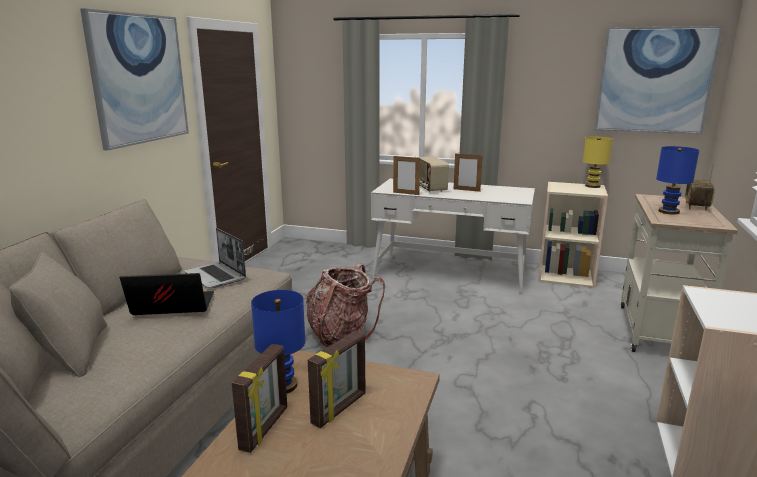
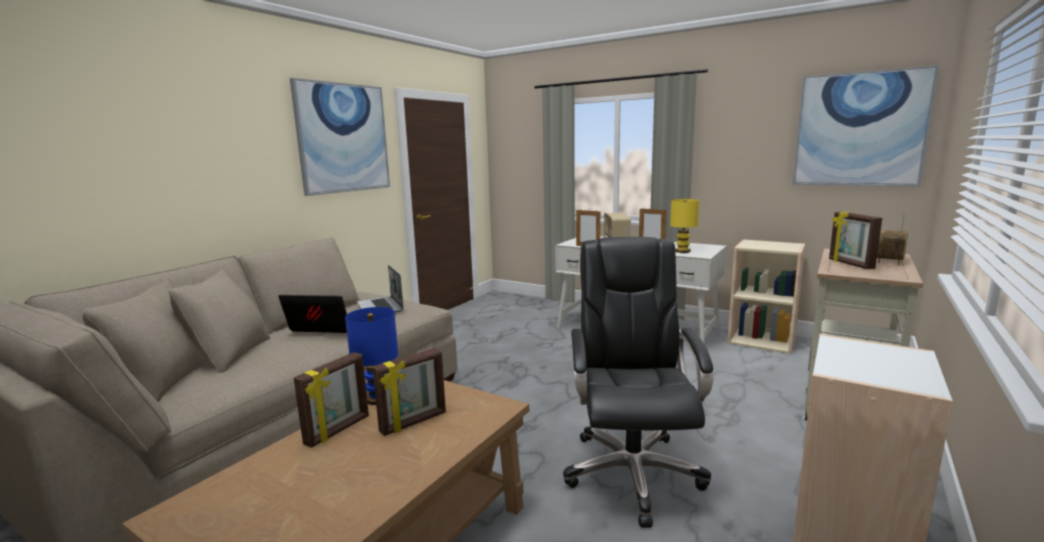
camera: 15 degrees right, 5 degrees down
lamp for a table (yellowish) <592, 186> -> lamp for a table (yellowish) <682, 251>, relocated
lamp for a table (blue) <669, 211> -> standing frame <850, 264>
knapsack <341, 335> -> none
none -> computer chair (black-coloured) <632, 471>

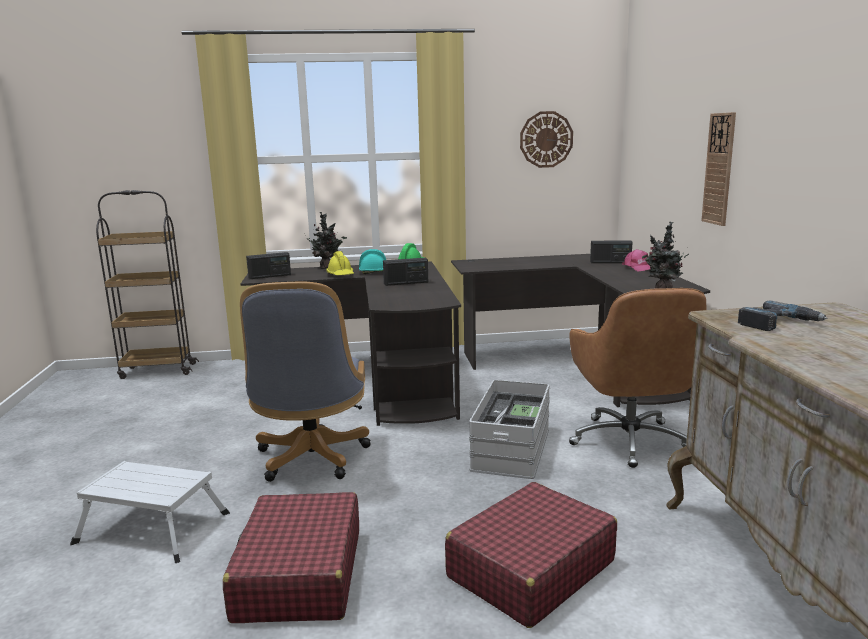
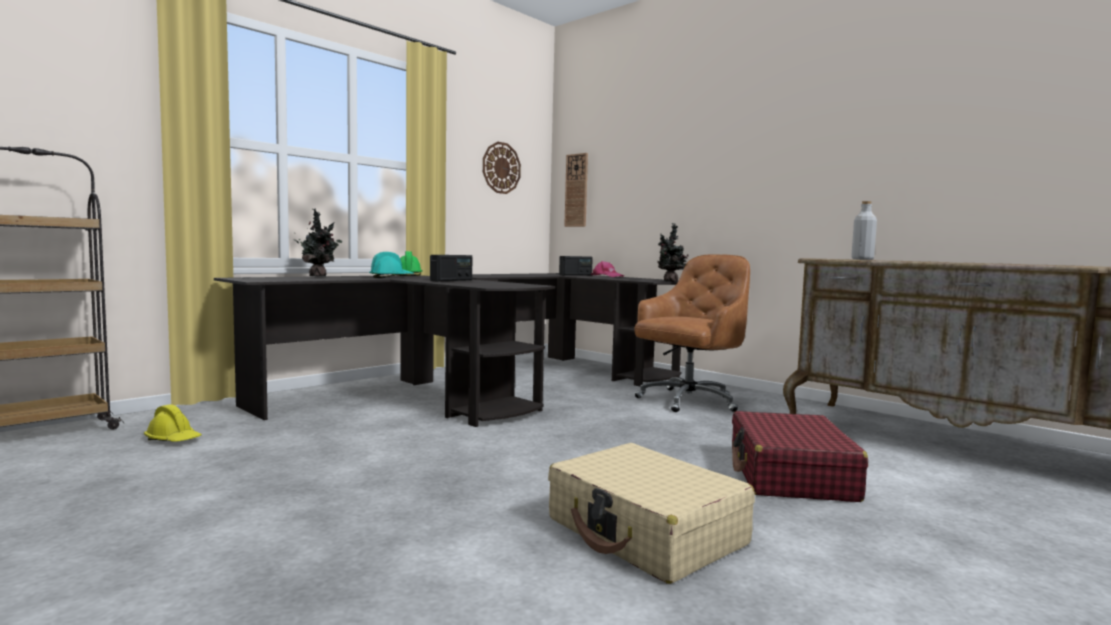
camera: 40 degrees left, 10 degrees down
hanging clock <719, 169> -> hanging clock <576, 190>, relocated
safety helmet (yellowish) <341, 275> -> safety helmet (yellowish) <173, 440>, relocated
radio set <269, 276> -> none
computer chair (blue) <311, 462> -> none
computer chair (brown) <628, 441> -> computer chair (brown) <689, 401>, 90 degrees counterclockwise
power drill <778, 323> -> beverage bottle (gray) <862, 259>
storage container (gray) <512, 448> -> none
step ladder (white-coloured) <152, 527> -> none
suitcase (red-coloured) <299, 575> -> suitcase (sand-coloured) <646, 532>

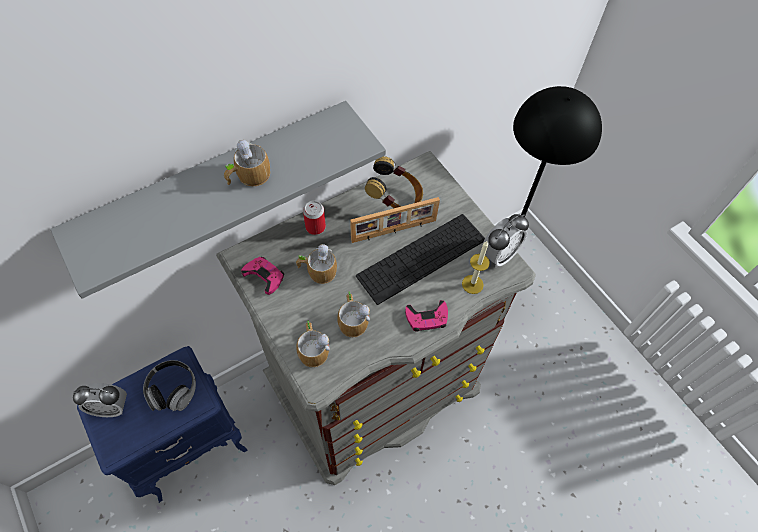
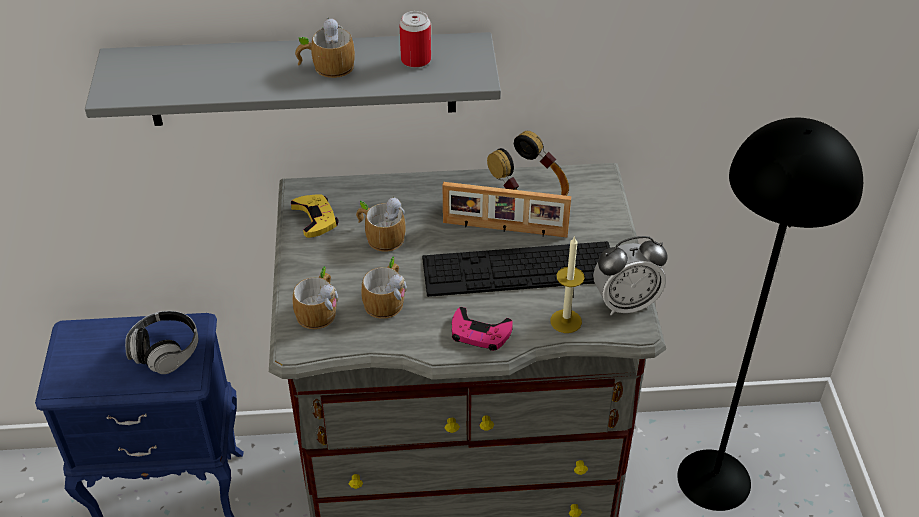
camera: 30 degrees right, 15 degrees down
metal can <315, 227> -> metal can <416, 60>, relocated
game controller (pink-coloured) <264, 276> -> game controller (yellowish) <315, 218>
bedside clock <111, 407> -> none

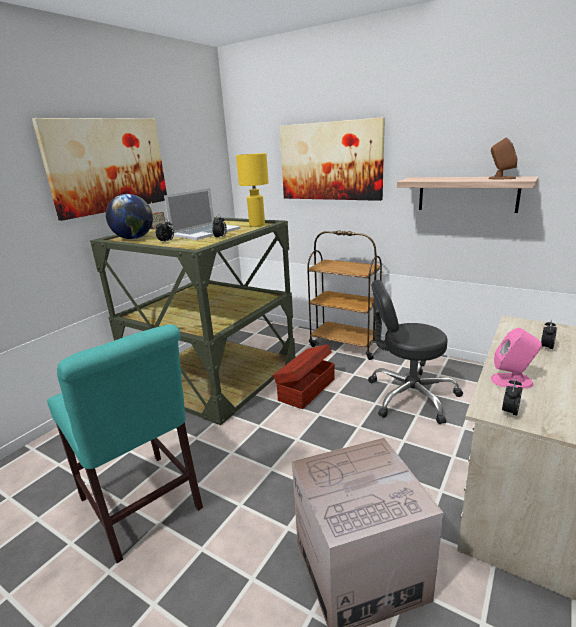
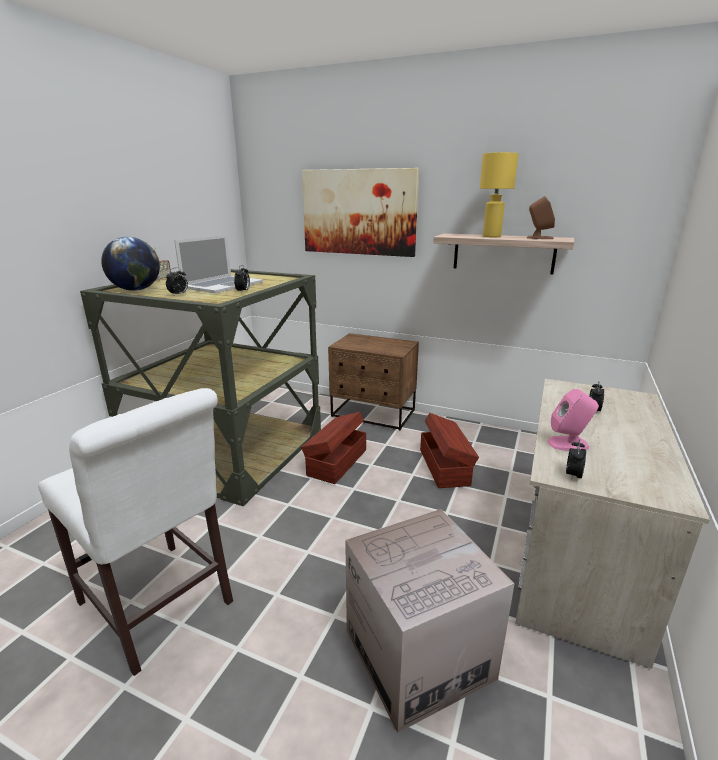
camera: 10 degrees left, 0 degrees up
wall picture <108, 165> -> none
lamp for a table (yellowish) <257, 225> -> lamp for a table (yellowish) <492, 236>, relocated
wheeled cart (brown) <345, 346> -> night table (brown) <373, 414>
computer chair (black-coloured) <407, 397> -> storage container (brown) <445, 466>
upright chair (turquoise) <143, 508> -> upright chair (white-coloured) <159, 607>

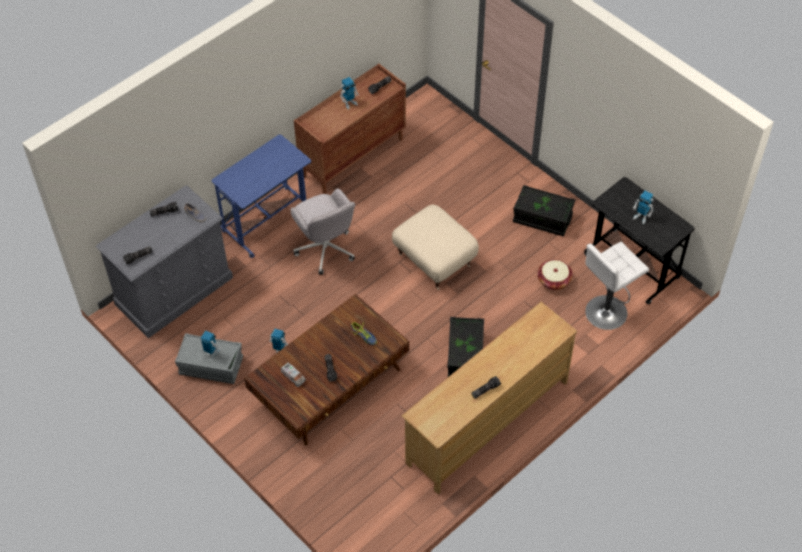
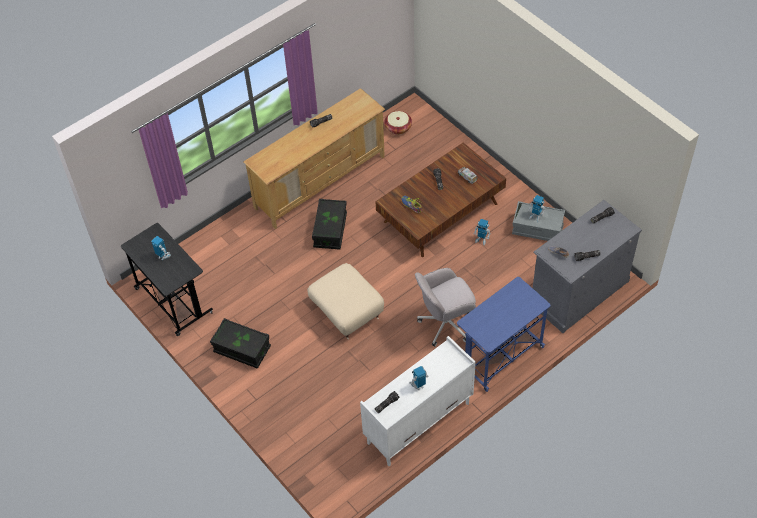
camera: 175 degrees left, 0 degrees up
cupboard (brown) <353, 157> -> cupboard (white-coloured) <418, 423>
computer chair (gray) <325, 250> -> computer chair (gray) <445, 324>, 90 degrees counterclockwise
stool seat (white-coloured) <605, 312> -> none
storage basket <554, 280> -> storage basket <398, 127>, relocated

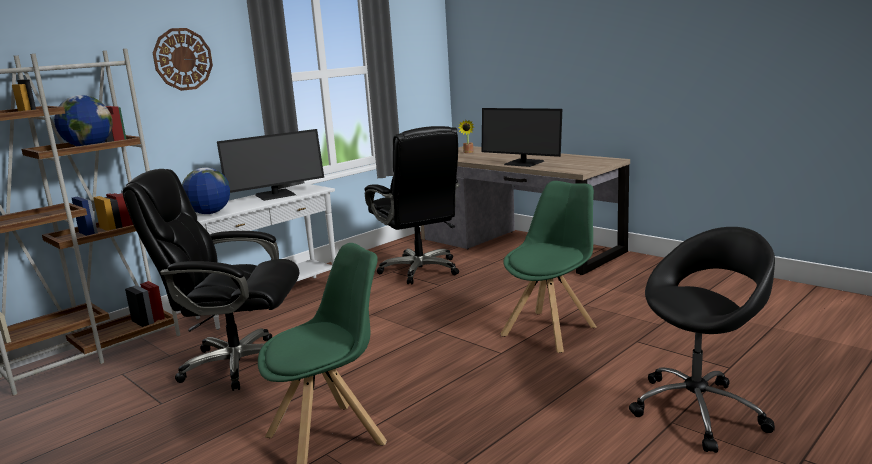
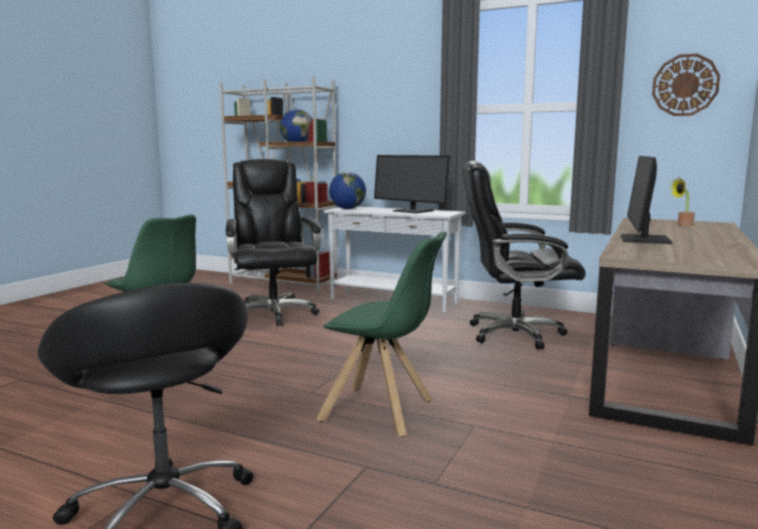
camera: 70 degrees right, 5 degrees down
hanging clock <183, 59> -> hanging clock <685, 85>, relocated
computer chair (black-coloured) <419, 269> -> computer chair (black-coloured) <517, 334>, 45 degrees clockwise

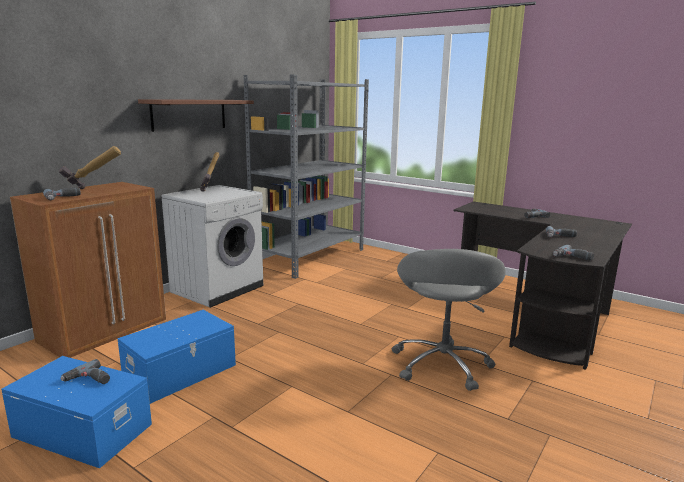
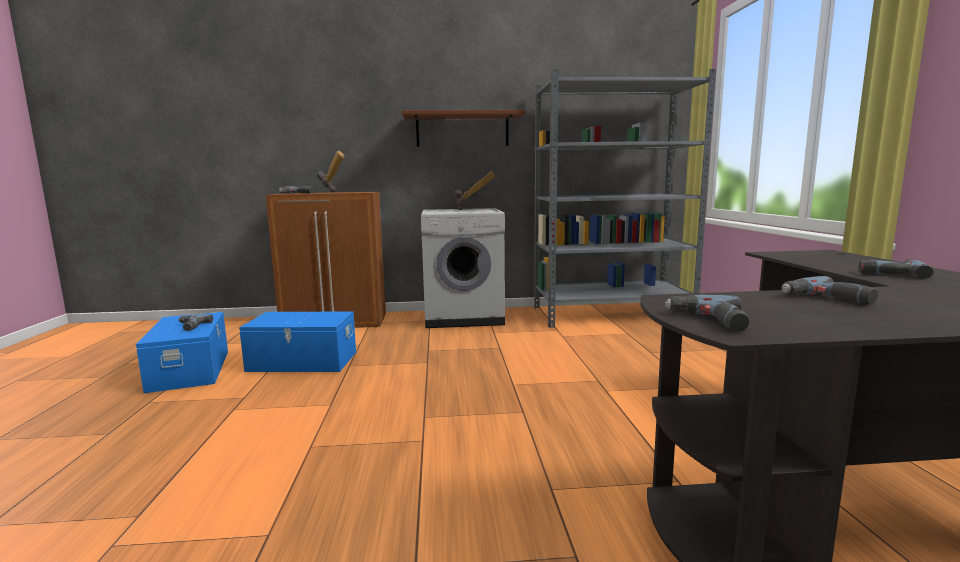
camera: 50 degrees right, 5 degrees down
computer chair (gray) <441, 366> -> none

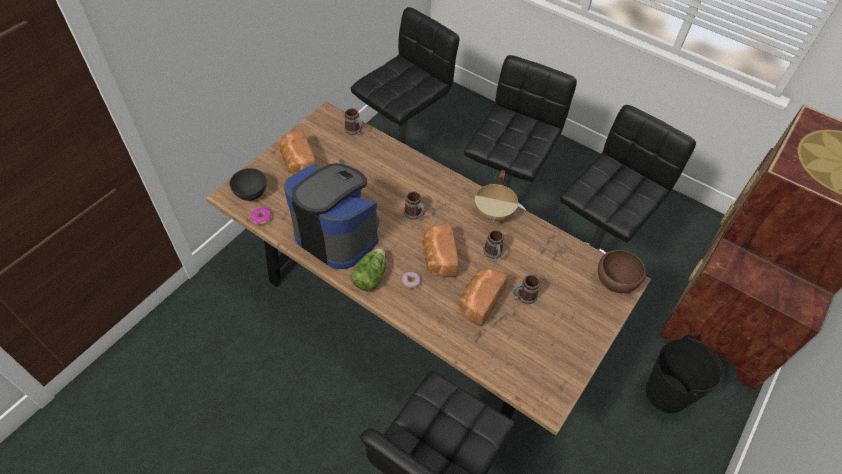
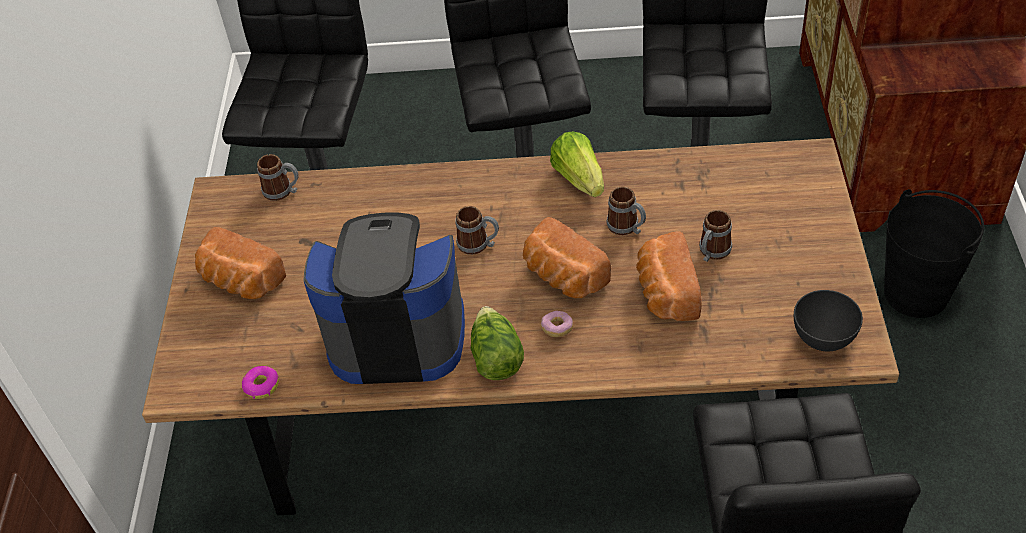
camera: 30 degrees left, 5 degrees down
deep dish (gray) <251, 193> -> deep dish (gray) <823, 337>, relocated
saucepot (sand-coloured) <494, 213> -> lettuce <579, 179>
deep dish (brown) <614, 284> -> none

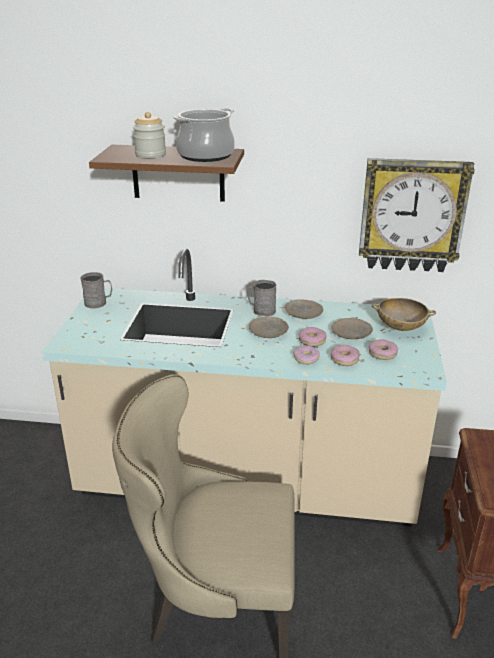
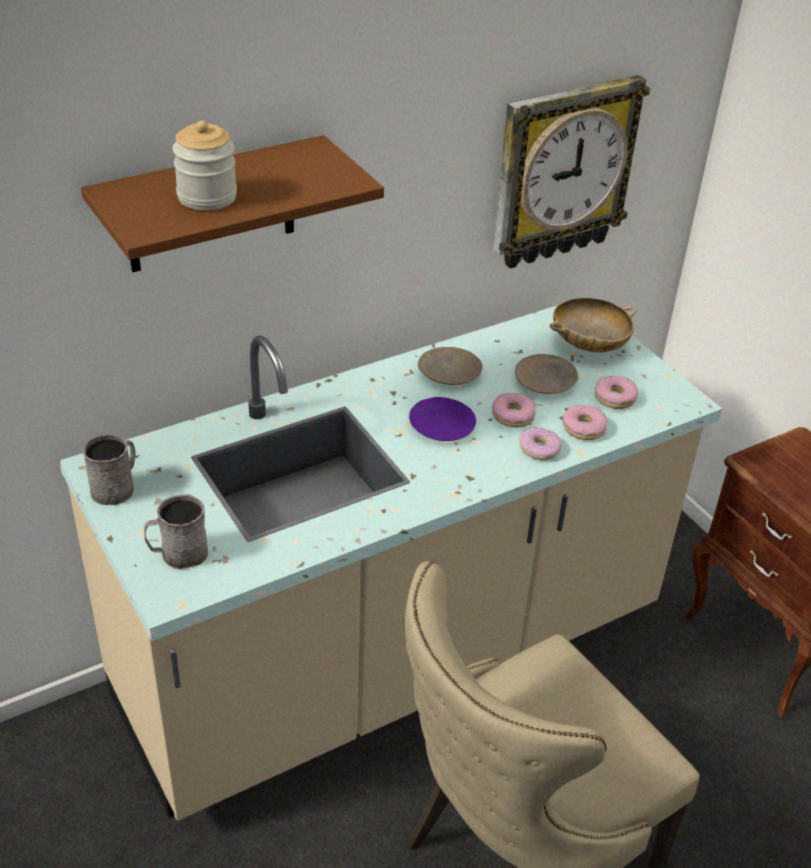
camera: 40 degrees left, 10 degrees up
saucepot <205, 155> -> none
coffee mug (gray) <261, 310> -> coffee mug (gray) <178, 554>, relocated
plate (sand-coloured) <268, 331> -> plate (purple) <441, 426>

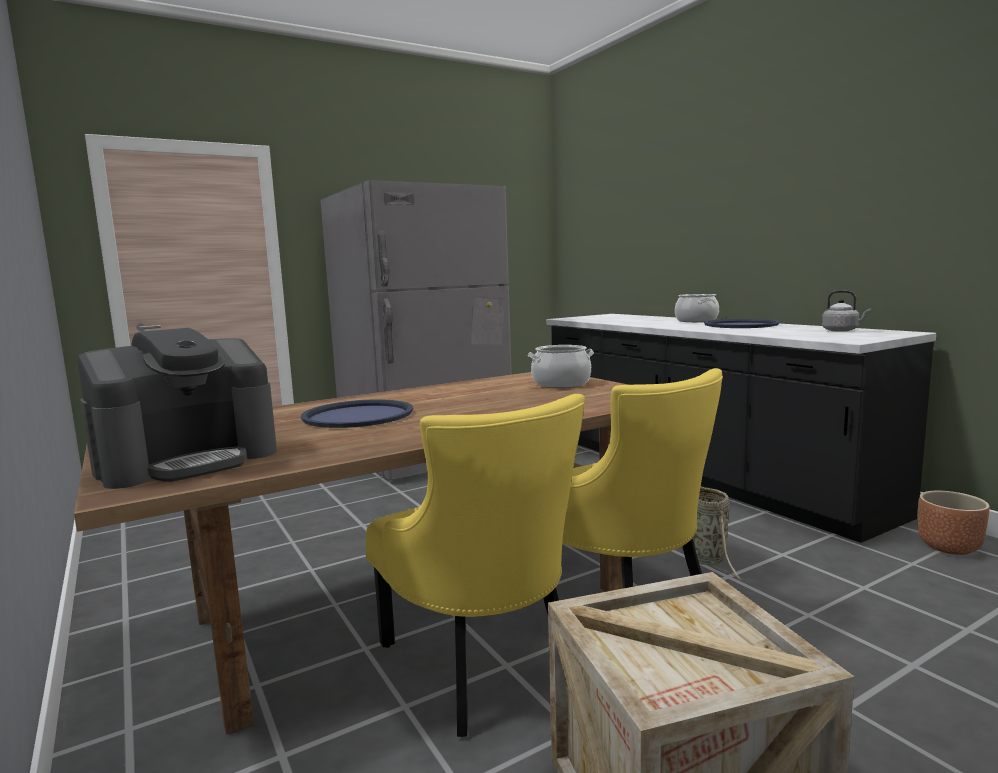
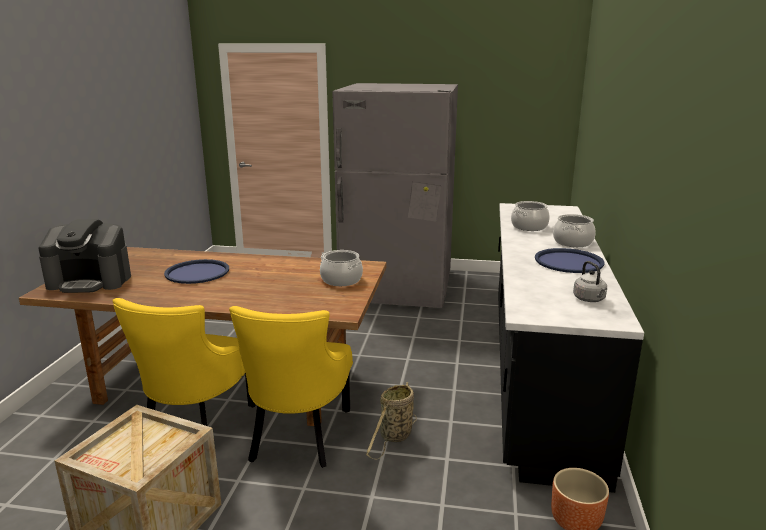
camera: 40 degrees right, 10 degrees up
none -> saucepot <529, 227>

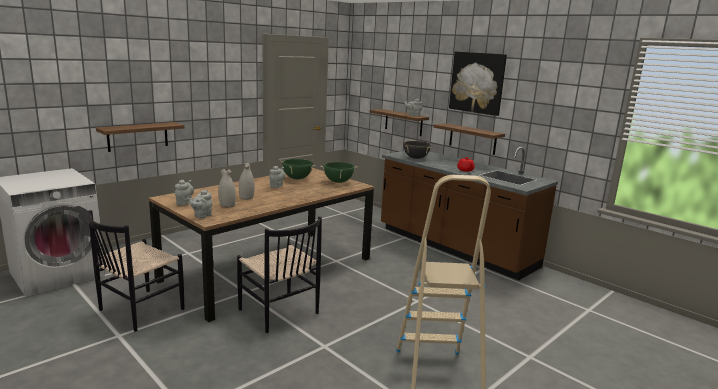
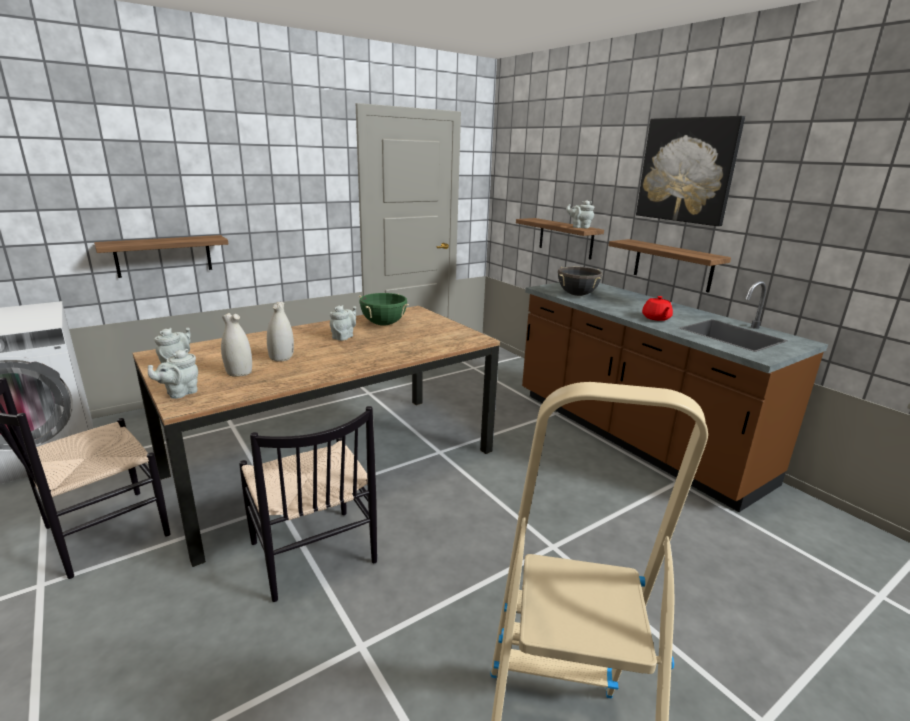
camera: 10 degrees right, 5 degrees up
saucepot (green) <338, 182> -> none

